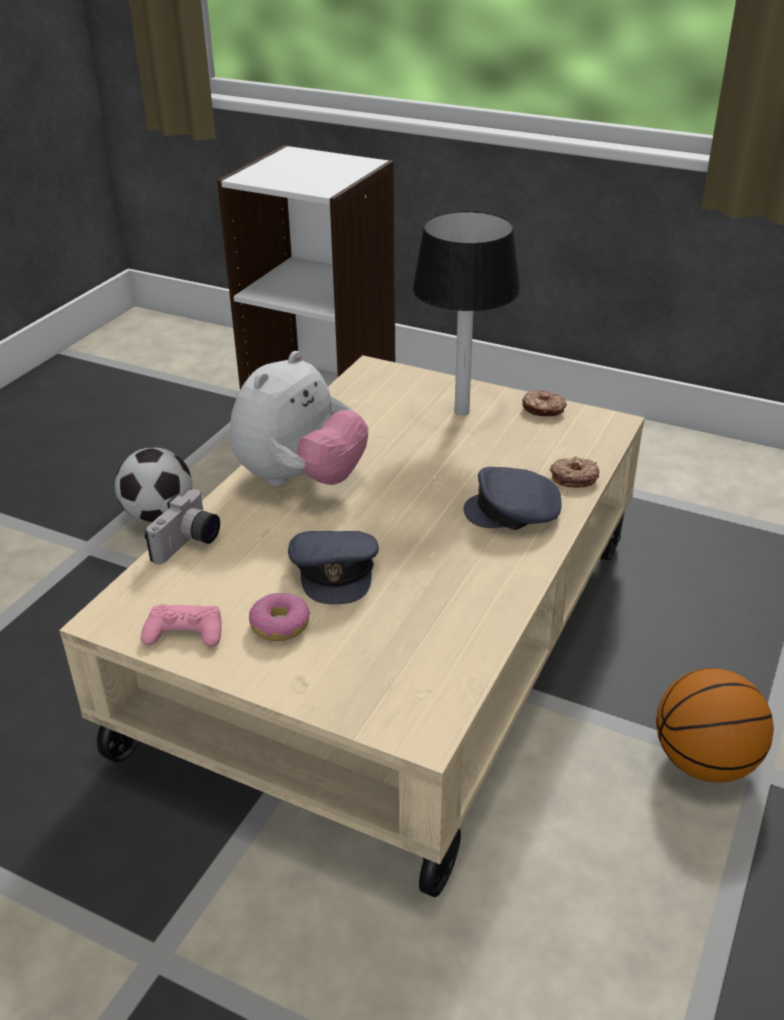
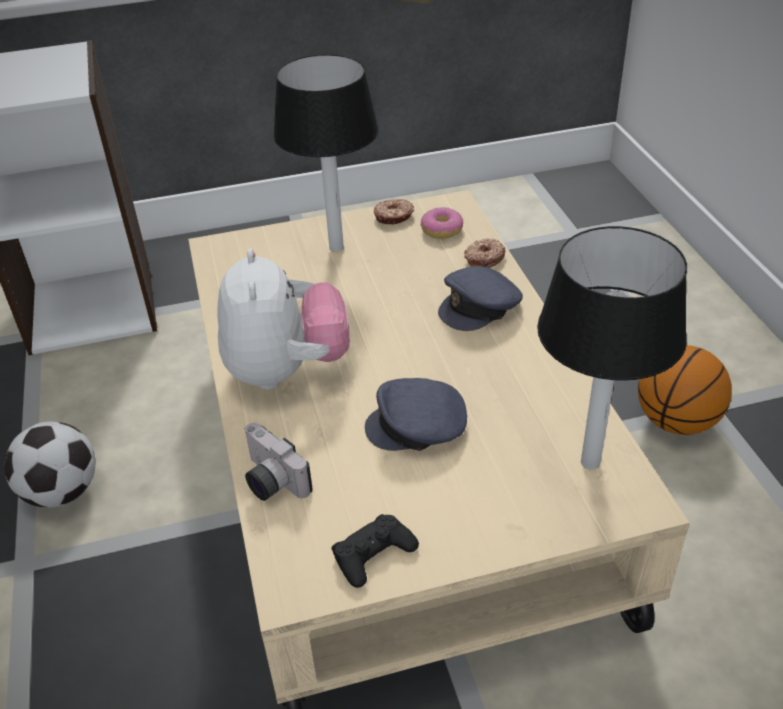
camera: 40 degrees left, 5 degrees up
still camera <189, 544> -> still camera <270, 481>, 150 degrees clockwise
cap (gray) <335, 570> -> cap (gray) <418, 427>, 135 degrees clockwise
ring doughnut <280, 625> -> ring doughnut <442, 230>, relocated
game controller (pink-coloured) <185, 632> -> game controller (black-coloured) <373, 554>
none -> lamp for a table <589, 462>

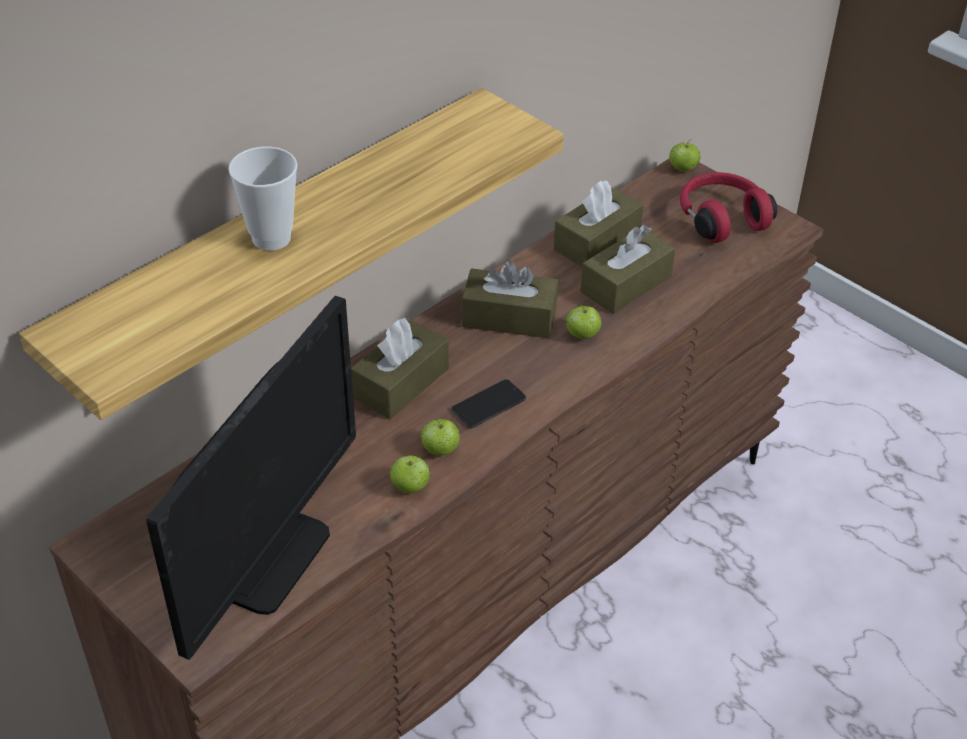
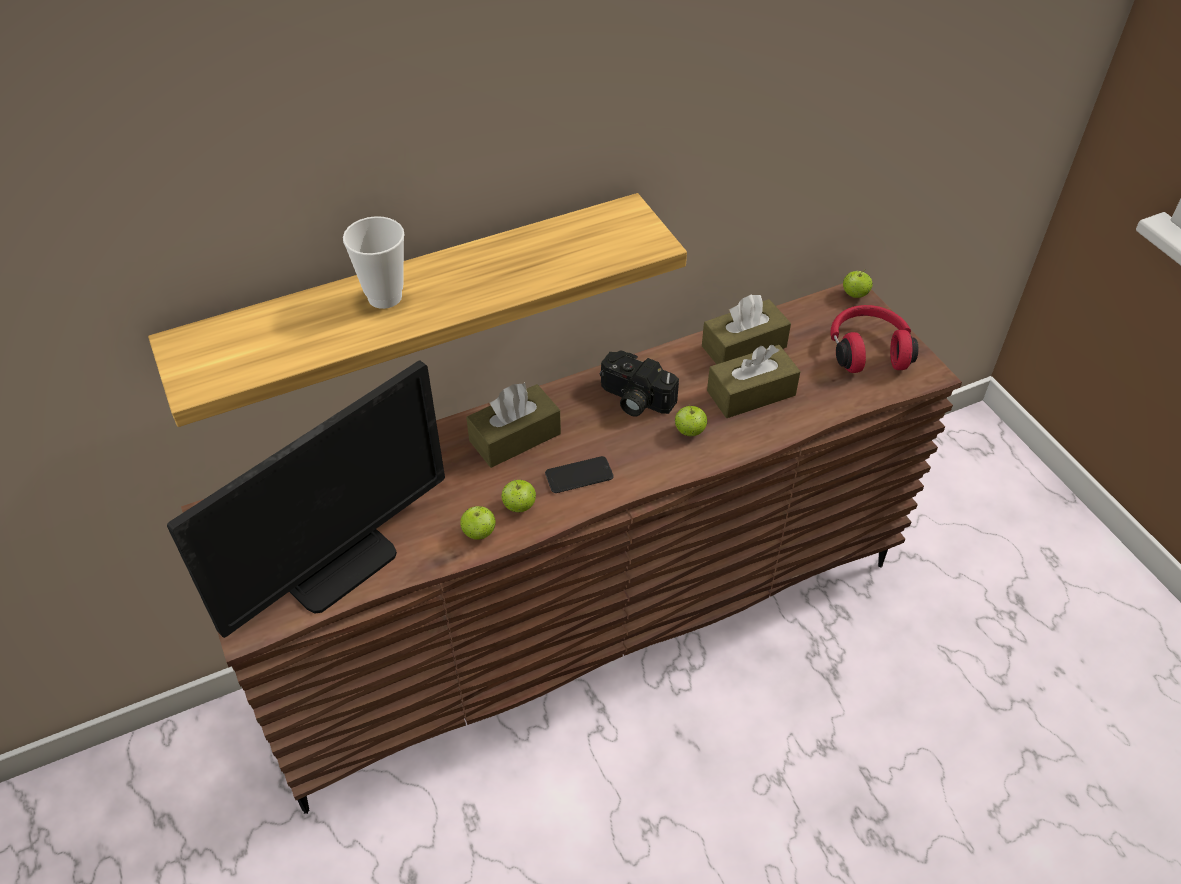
camera: 20 degrees right, 5 degrees up
tissue box (brown) <509, 317> -> still camera <634, 400>

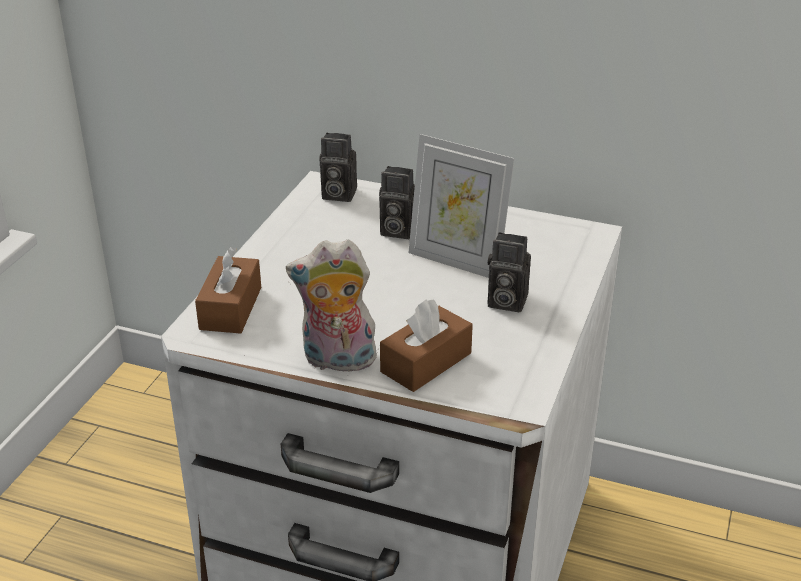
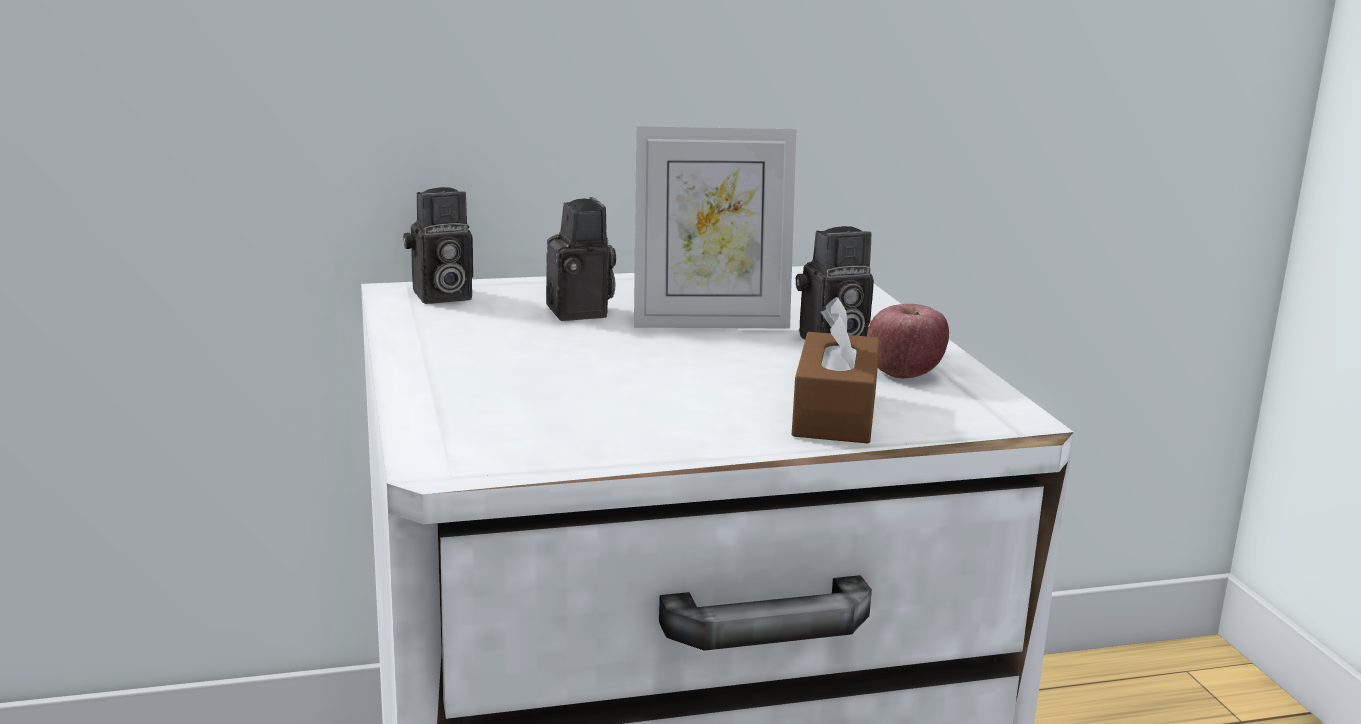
camera: 35 degrees left, 15 degrees down
still camera <396, 231> -> still camera <582, 312>, 90 degrees counterclockwise
soft toy <337, 361> -> none
tissue box (brown) <231, 308> -> none
none -> whole apple <904, 373>

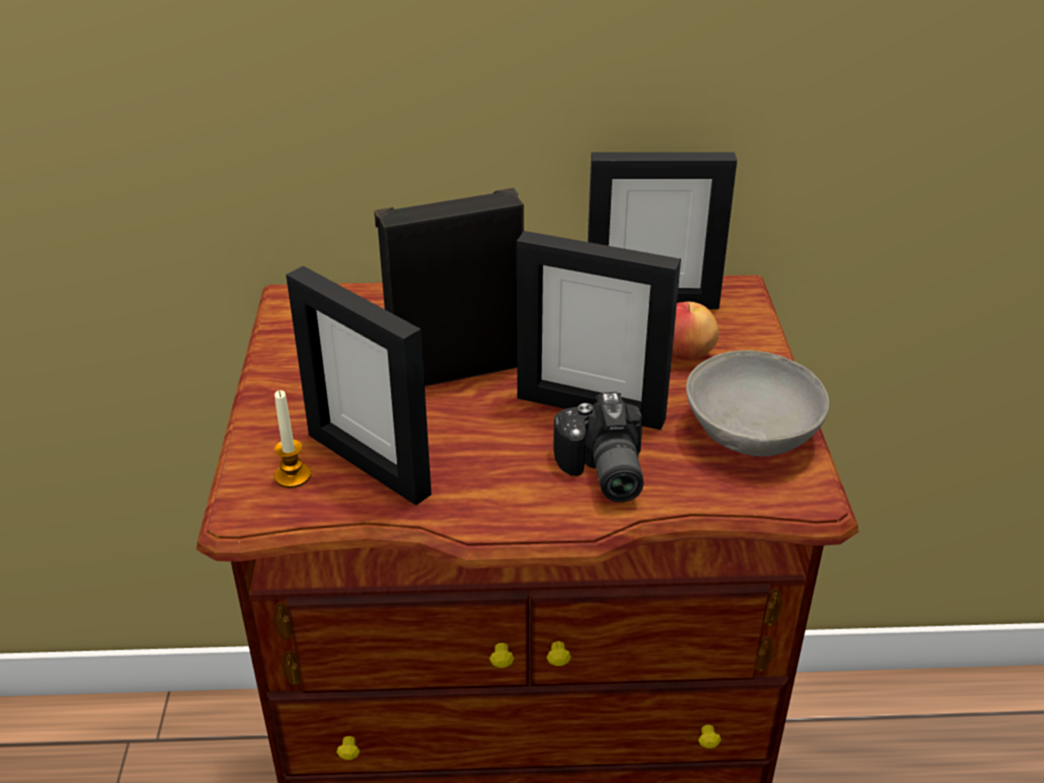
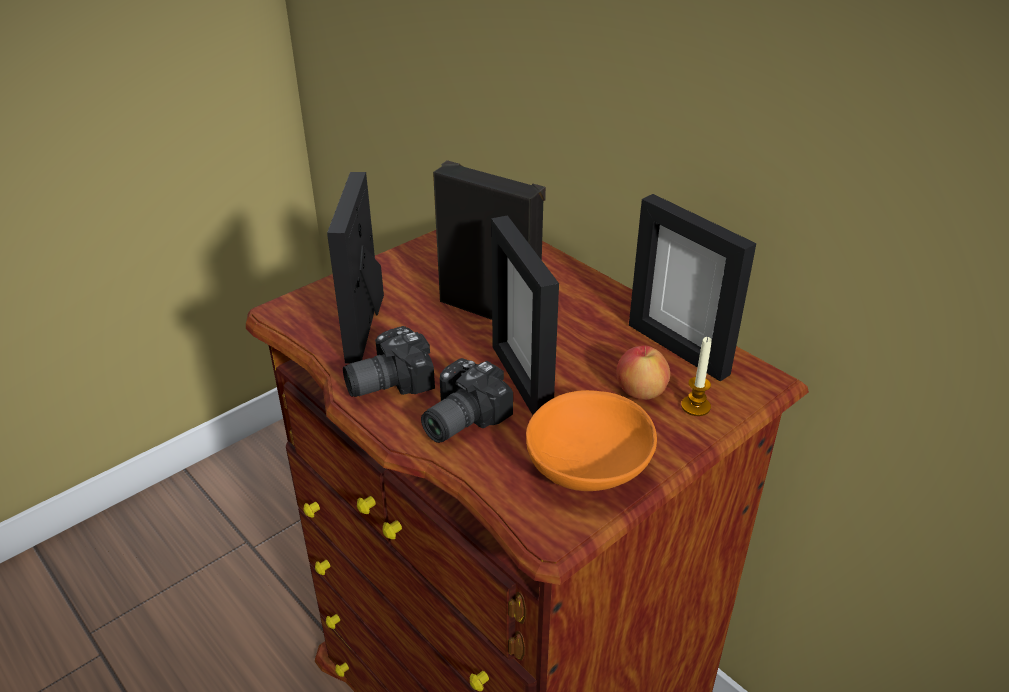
camera: 50 degrees right, 0 degrees up
deep dish (gray) <753, 433> -> deep dish (orangey) <589, 467>
wax light <292, 476> -> wax light <695, 406>, relocated
none -> still camera <386, 381>

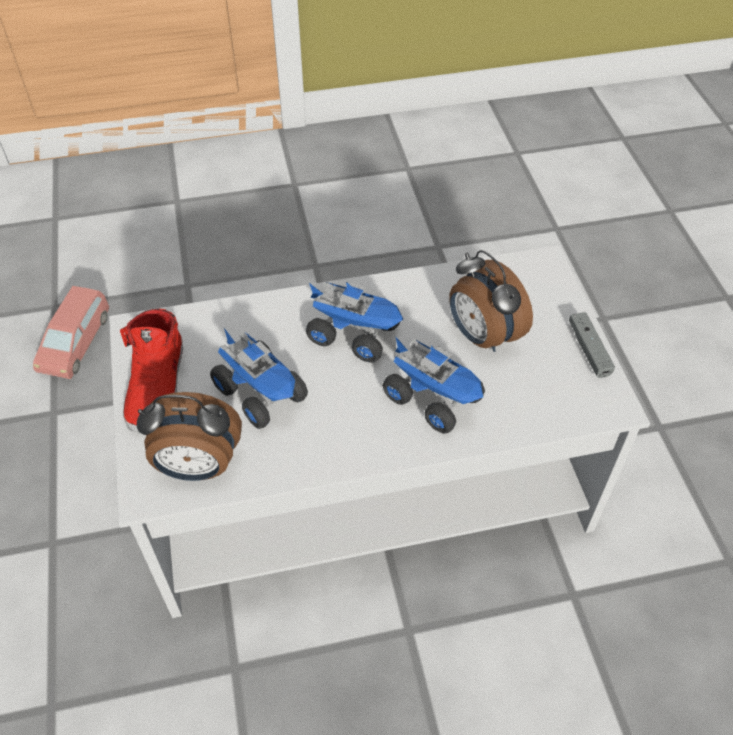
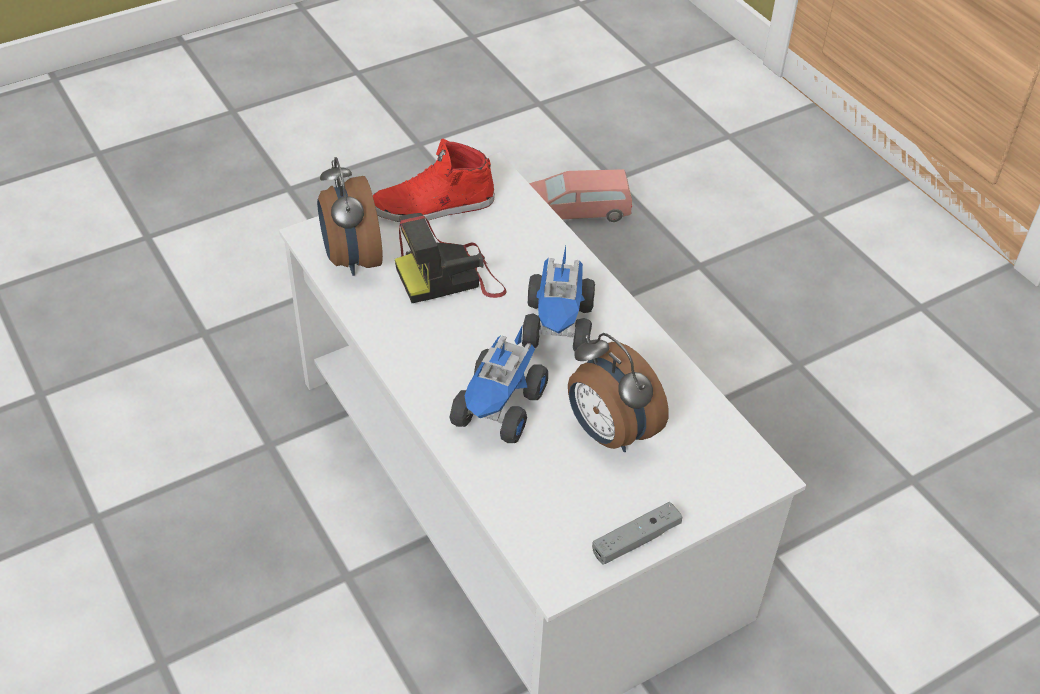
camera: 70 degrees right, 5 degrees down
bedside clock <481, 336> -> bedside clock <608, 433>, 75 degrees counterclockwise
toy lorry <262, 393> -> still camera <451, 277>

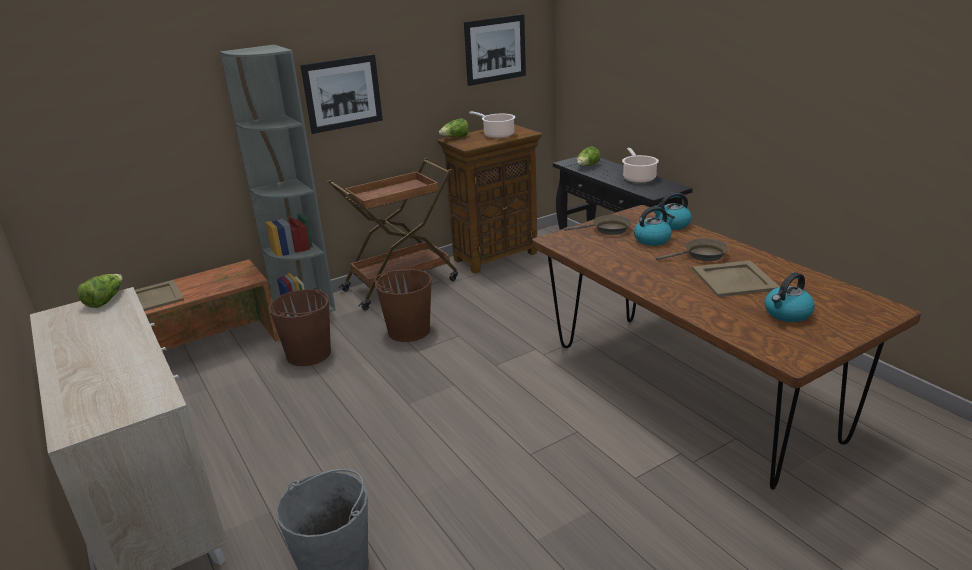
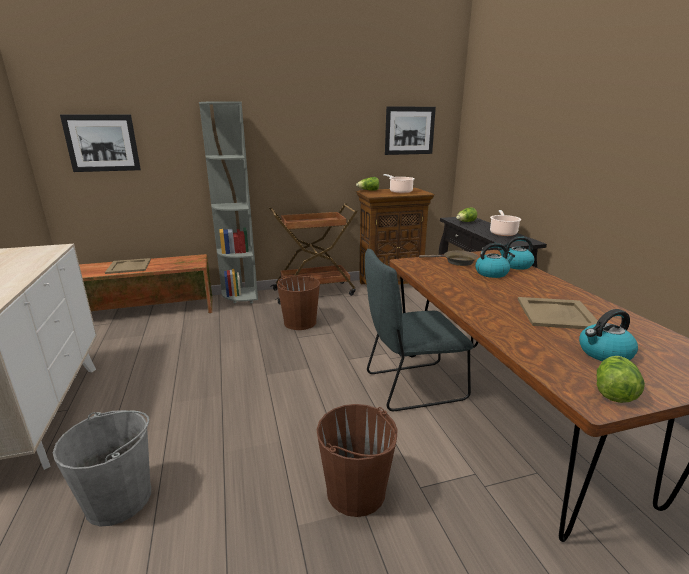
camera: 15 degrees right, 5 degrees down
wall picture <342, 93> -> wall picture <102, 143>, relocated
frying pan (brown) <702, 255> -> none
lettuce <105, 300> -> lettuce <613, 390>, relocated
pail (brown) <309, 354> -> pail (brown) <356, 491>, relocated
none -> upright chair (gray) <410, 387>

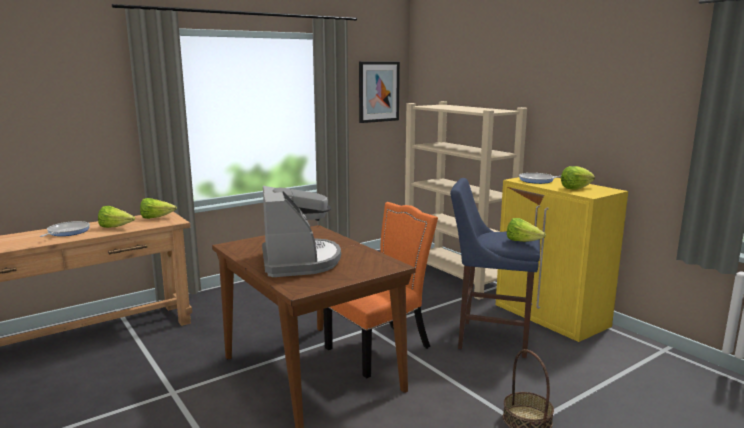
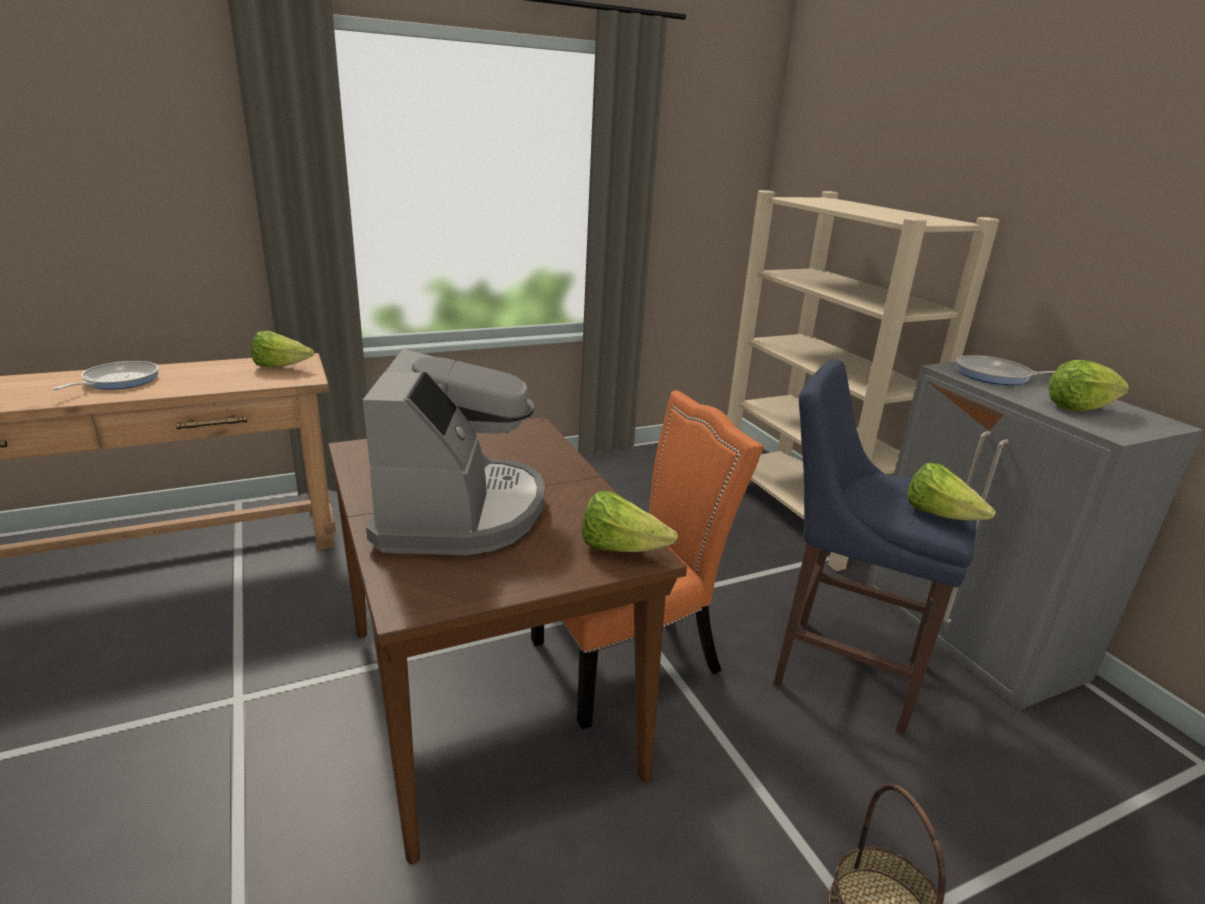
camera: 10 degrees right, 10 degrees up
wall picture <378, 91> -> none
cupboard (yellowish) <551, 315> -> cupboard (gray) <971, 631>
lettuce <116, 227> -> lettuce <620, 548>, relocated

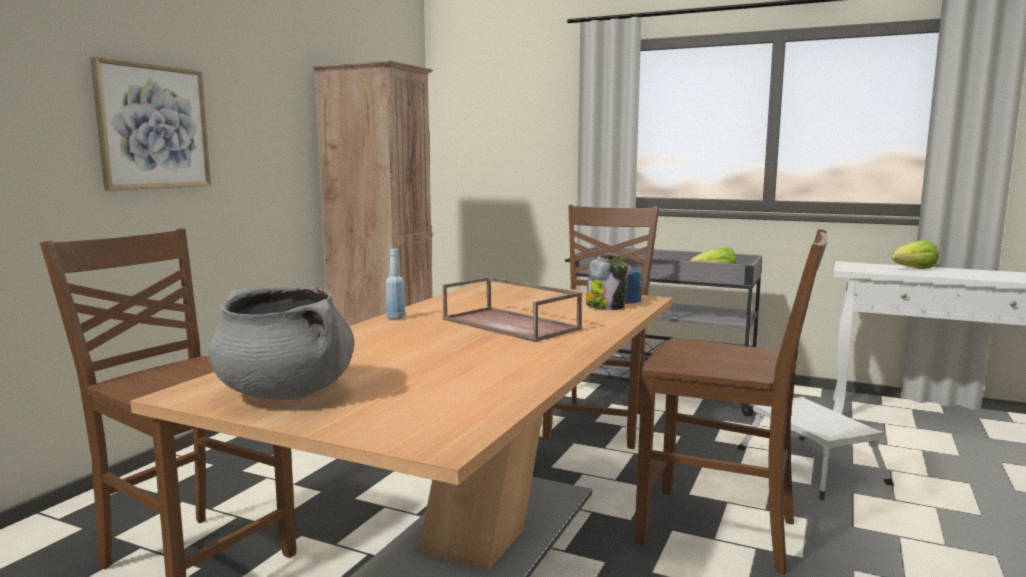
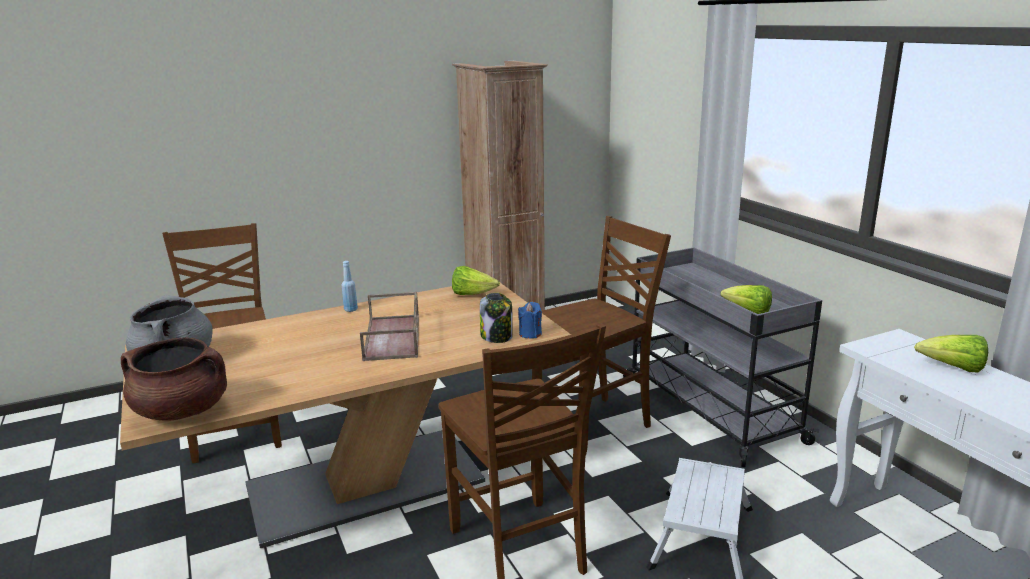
camera: 40 degrees right, 10 degrees up
wall picture <153, 127> -> none
none -> lettuce <472, 294>
none -> saucepot (brown) <182, 411>

